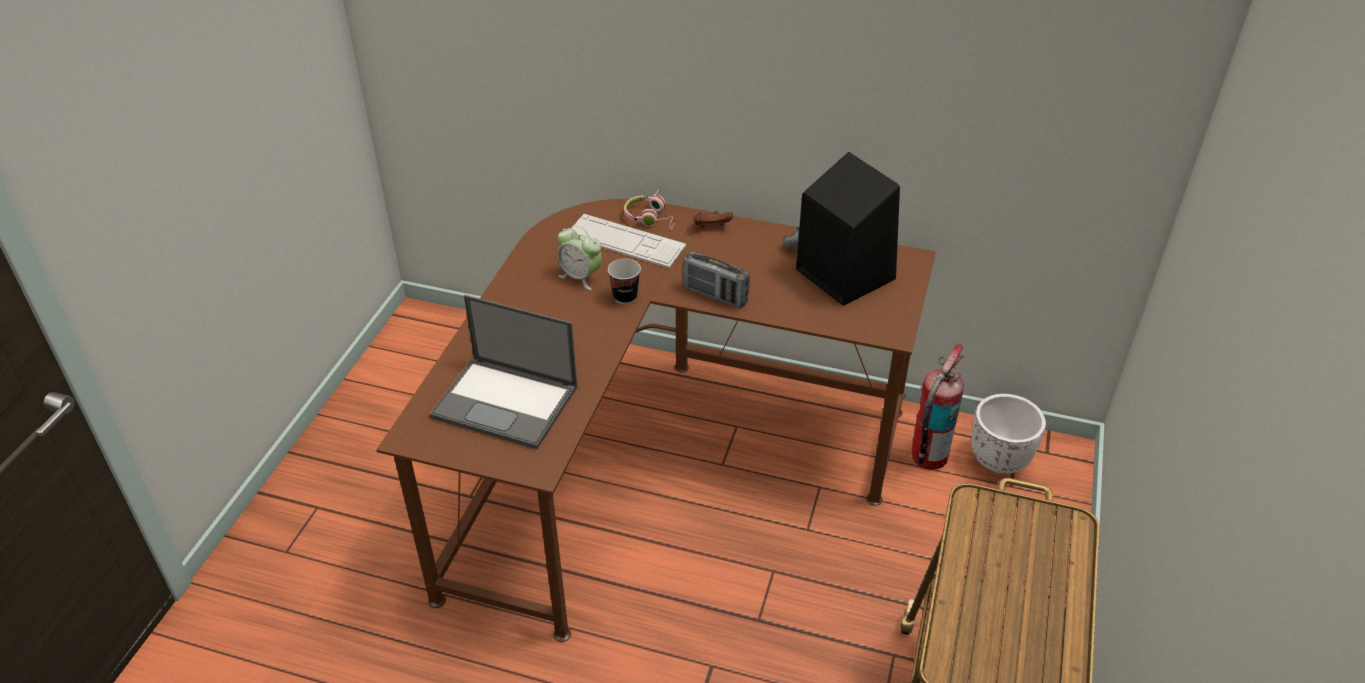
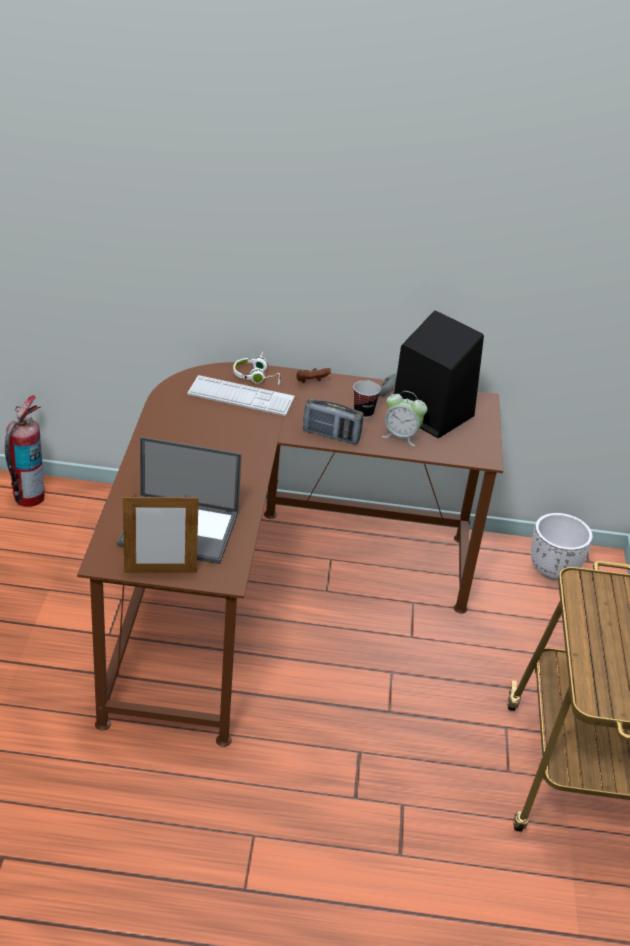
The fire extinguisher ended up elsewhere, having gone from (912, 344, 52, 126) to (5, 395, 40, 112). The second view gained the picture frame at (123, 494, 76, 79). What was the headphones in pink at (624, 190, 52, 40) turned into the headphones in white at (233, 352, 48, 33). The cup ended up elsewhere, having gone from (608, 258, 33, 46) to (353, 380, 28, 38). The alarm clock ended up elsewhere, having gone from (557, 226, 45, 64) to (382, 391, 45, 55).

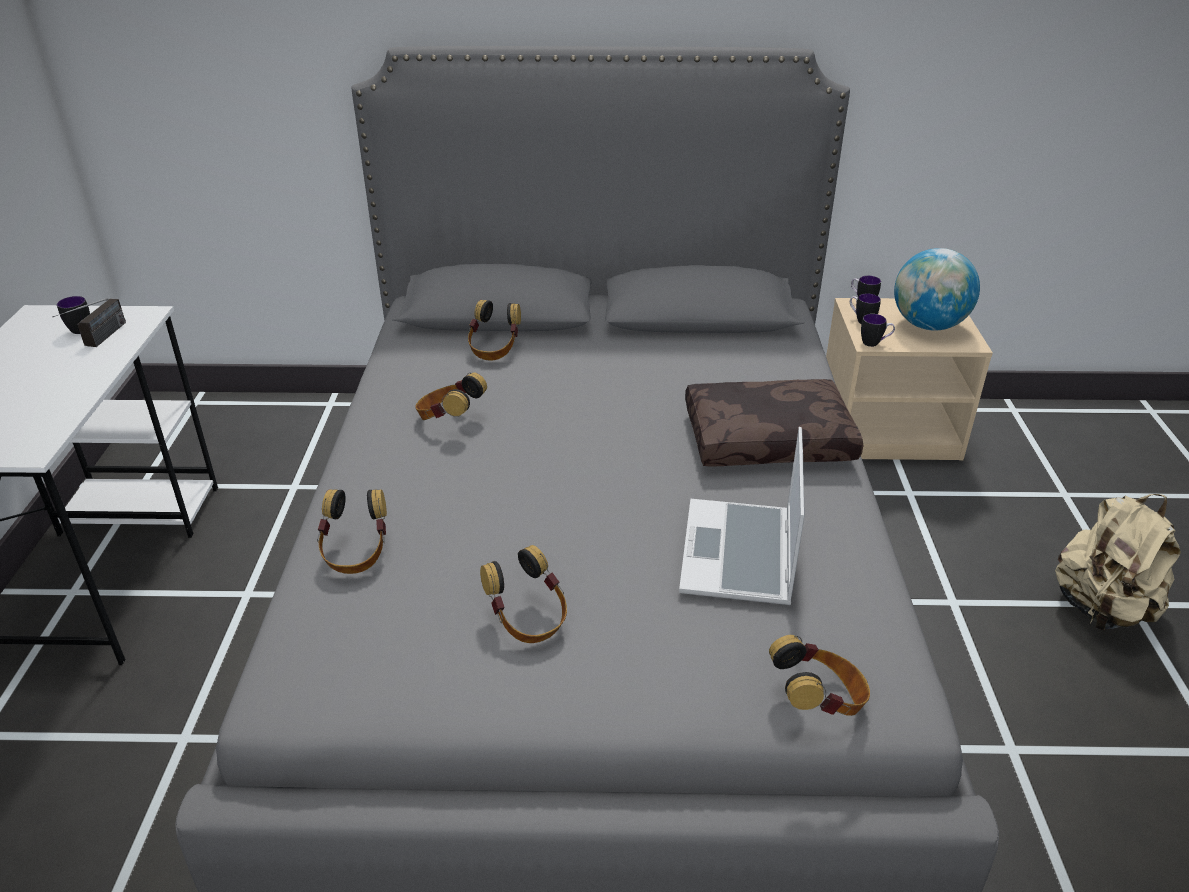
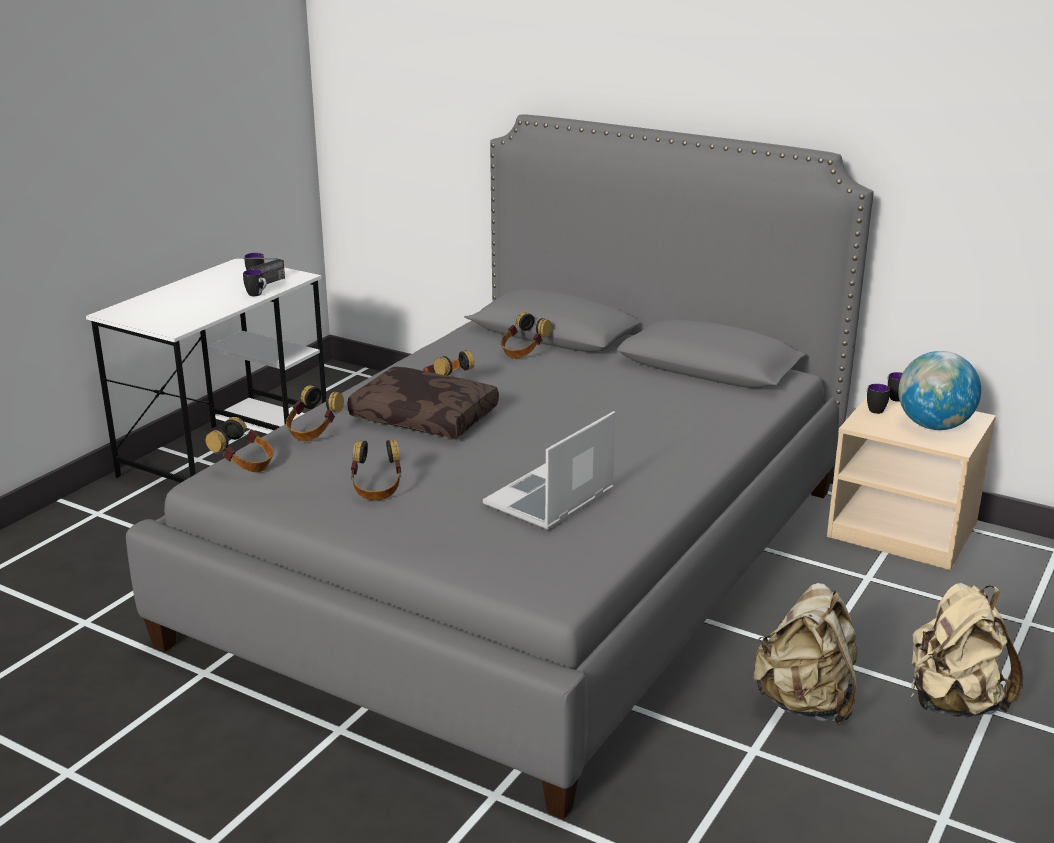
The headphones ended up elsewhere, having gone from (769, 635, 101, 81) to (206, 417, 68, 55). The mug ended up elsewhere, having gone from (861, 314, 34, 33) to (243, 269, 24, 27). The pillow in brown ended up elsewhere, having gone from (685, 379, 178, 88) to (347, 367, 152, 71). The second view gained the backpack in beige at (753, 583, 104, 142).

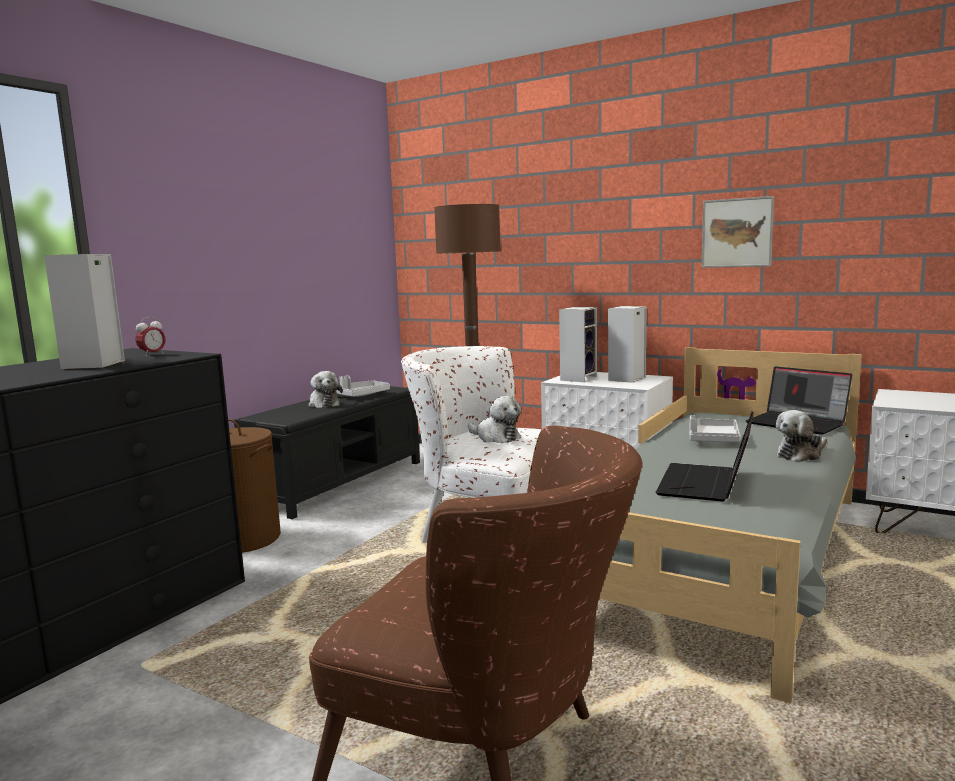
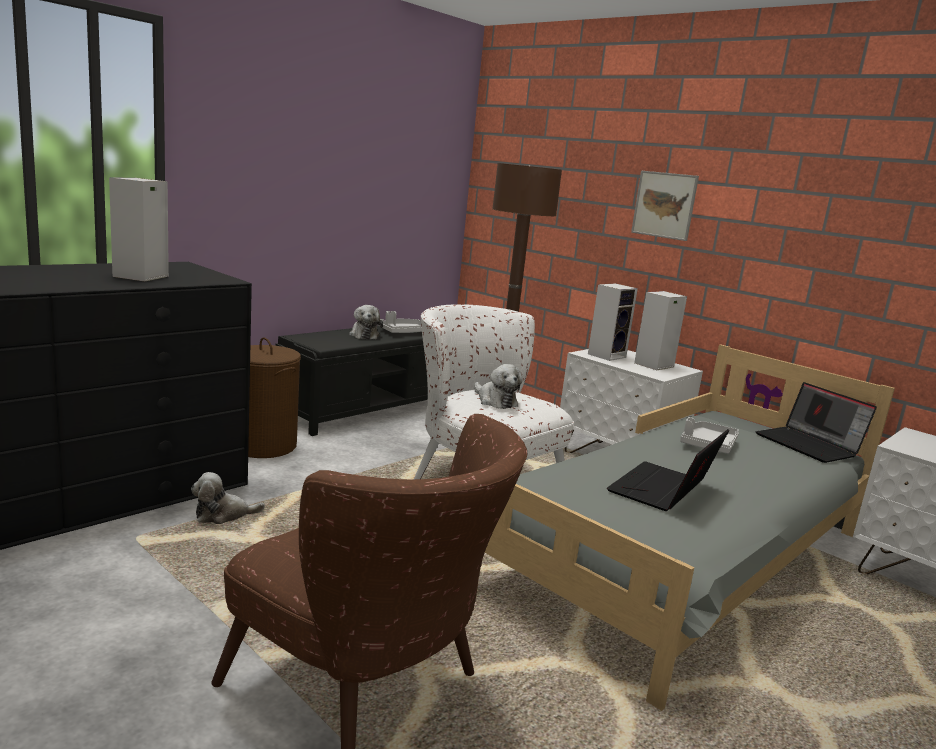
The plush toy ended up elsewhere, having gone from (776, 410, 51, 52) to (191, 472, 74, 52). The picture ended up elsewhere, having gone from (702, 196, 72, 72) to (631, 171, 68, 70). The second view lost the alarm clock at (136, 317, 30, 39).

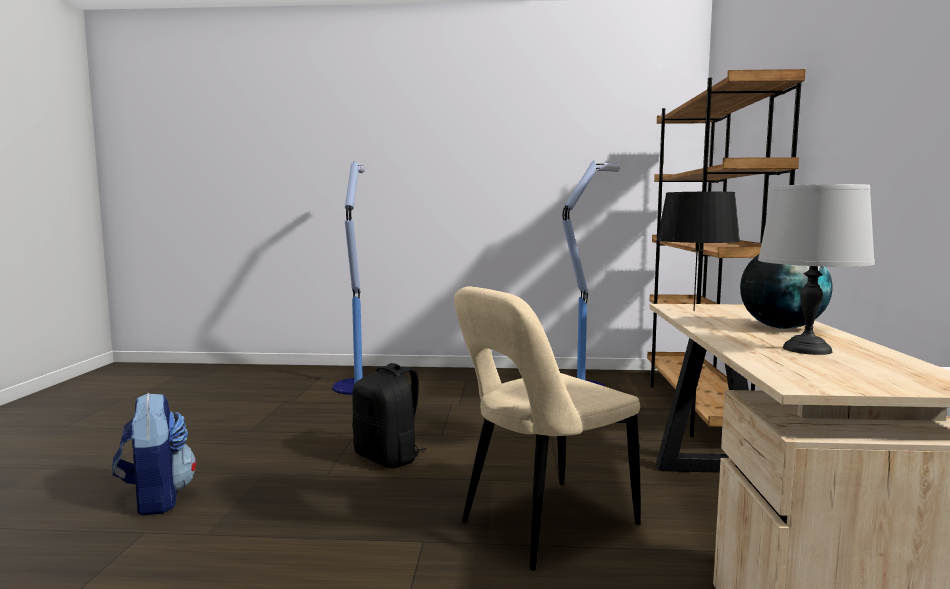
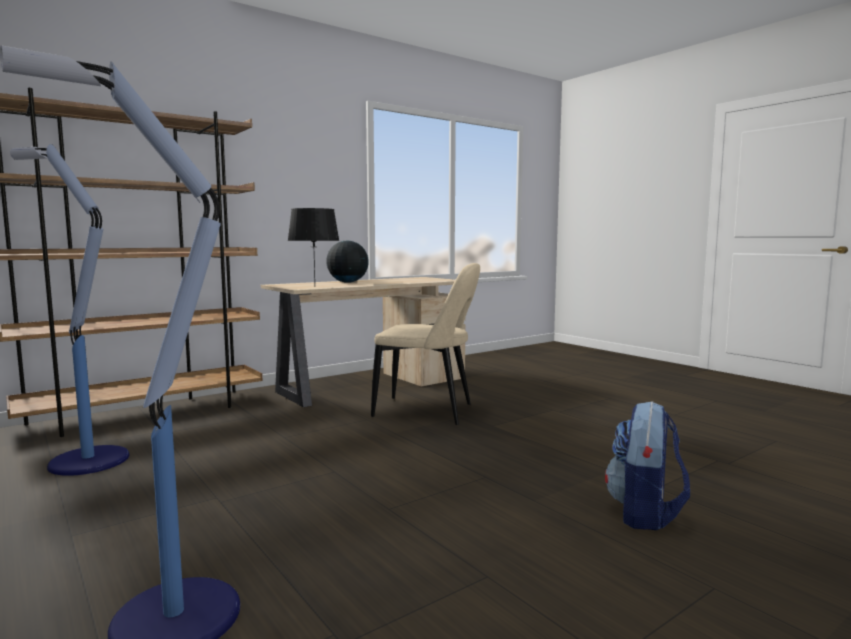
The second view lost the backpack in black at (352, 363, 75, 105). The second view lost the table lamp in grey at (758, 184, 117, 171).

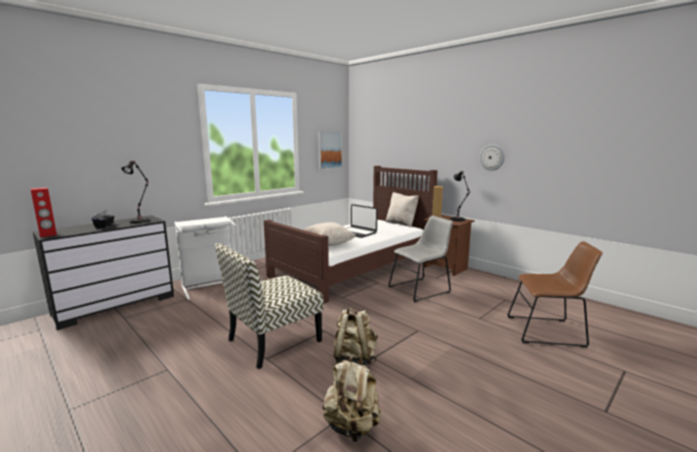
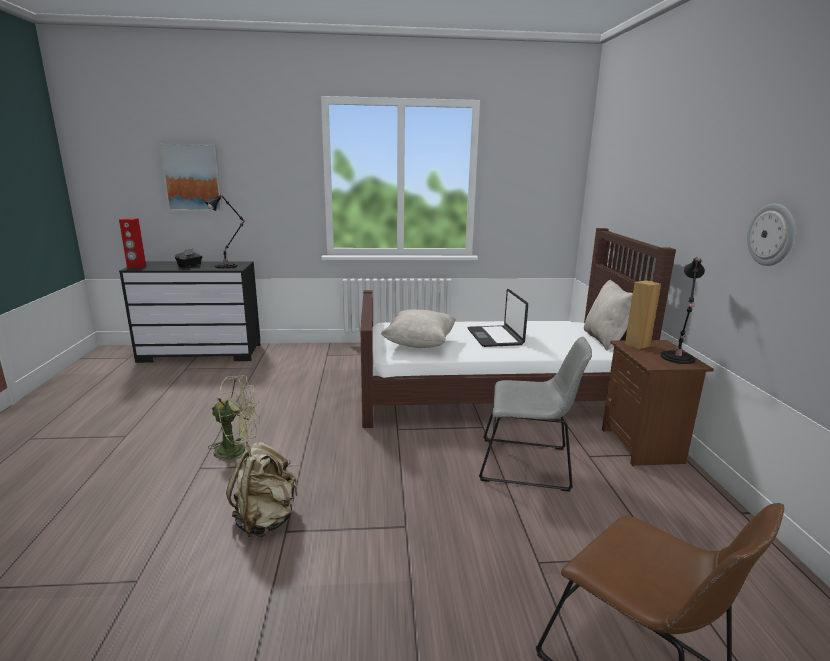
The picture ended up elsewhere, having gone from (318, 132, 24, 38) to (159, 143, 64, 68). Where the chair stood at (215, 243, 109, 126), the fan in green came to stand at (208, 375, 52, 92). The second view lost the laundry basket in white at (174, 216, 62, 84). The second view lost the backpack in beige at (323, 354, 58, 88).

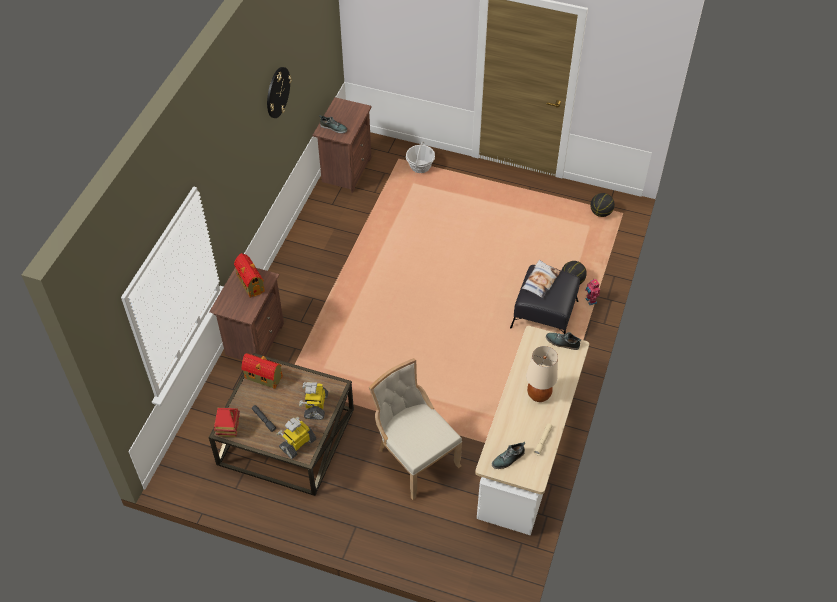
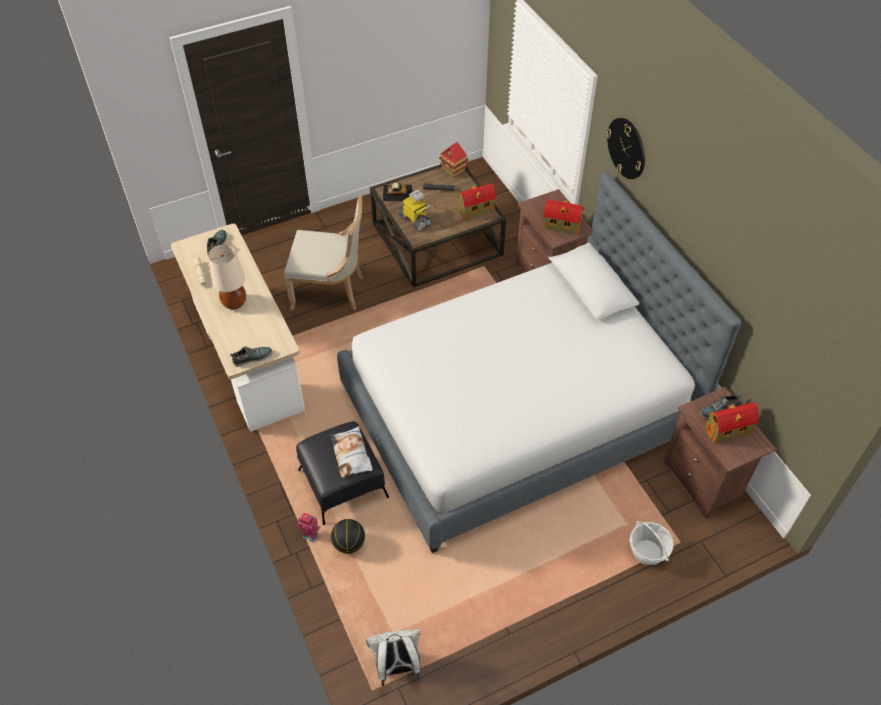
The second view gained the bed at (337, 172, 404, 381). Where the basketball stood at (590, 193, 25, 24), the backpack in white came to stand at (366, 629, 55, 57). Where the toy robot stood at (277, 417, 39, 42), the toy car came to stand at (383, 183, 29, 18). The wall clock ended up elsewhere, having gone from (267, 67, 25, 51) to (606, 118, 39, 61). The second view gained the toy house at (705, 403, 54, 40).

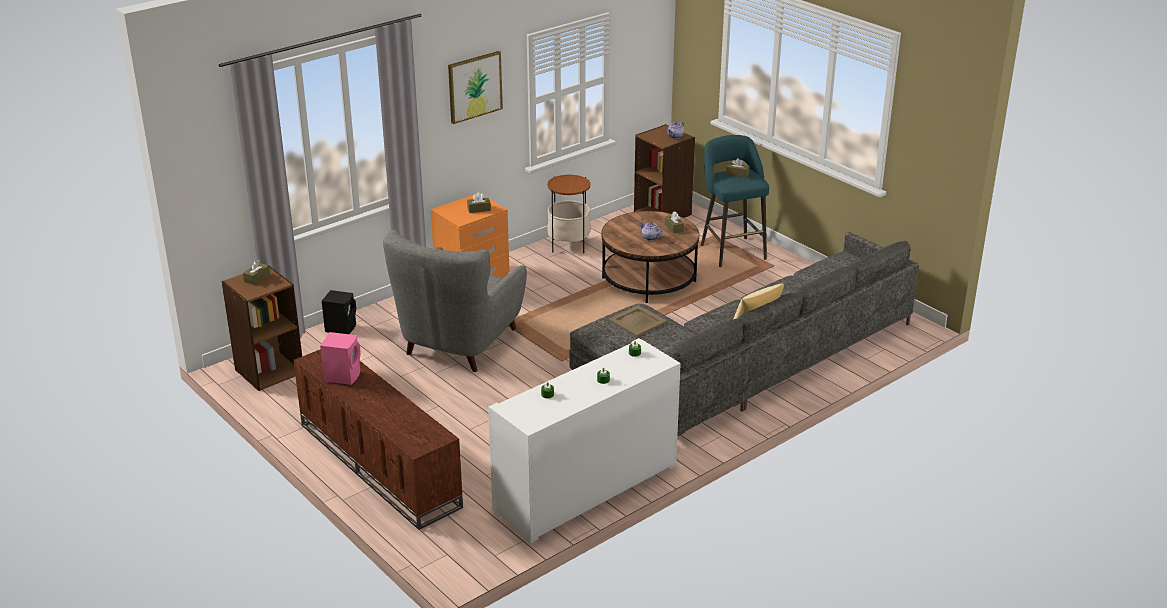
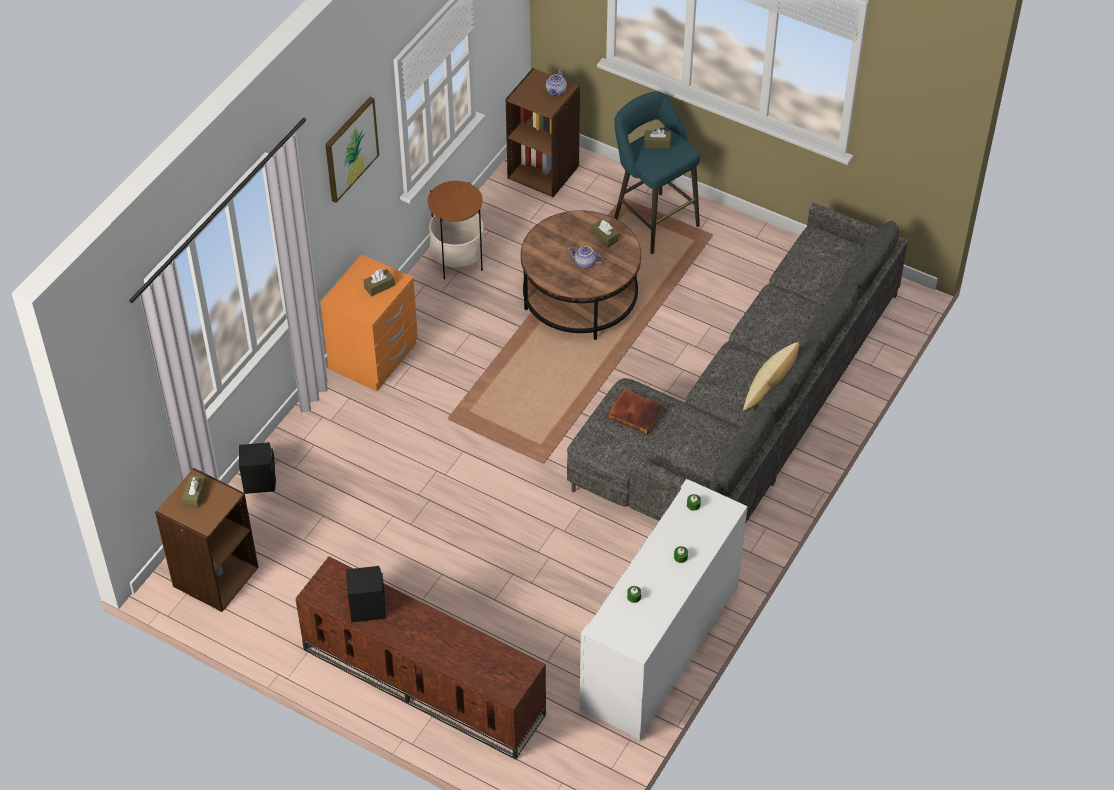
What was the speaker in pink at (320, 332, 41, 53) turned into the speaker in black at (346, 566, 40, 56). Where the tray in beige stood at (609, 305, 58, 32), the book came to stand at (607, 389, 58, 46). The second view lost the armchair in grey at (383, 230, 144, 142).

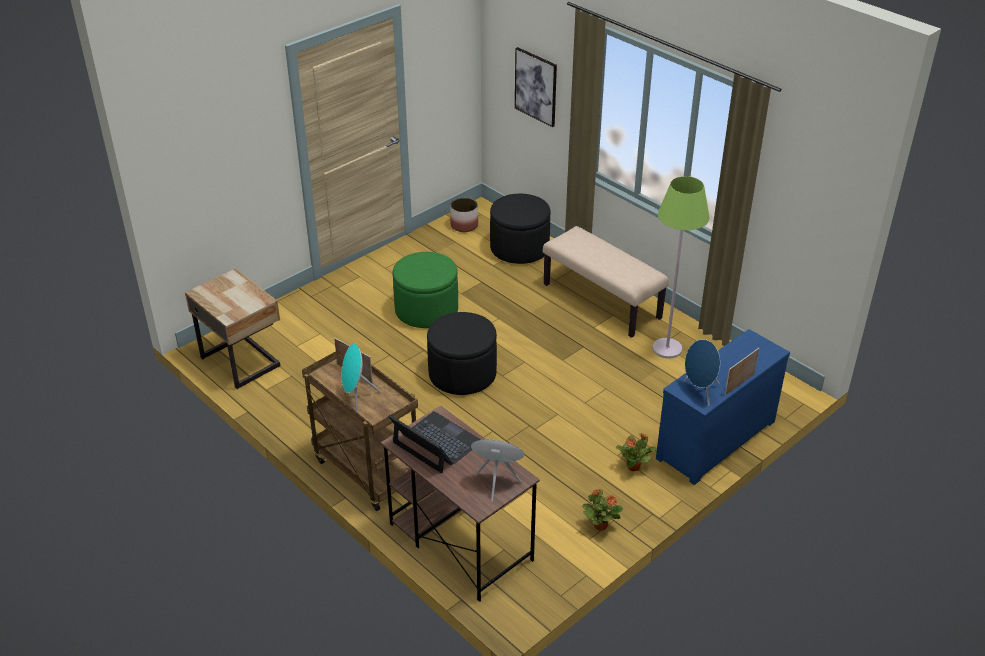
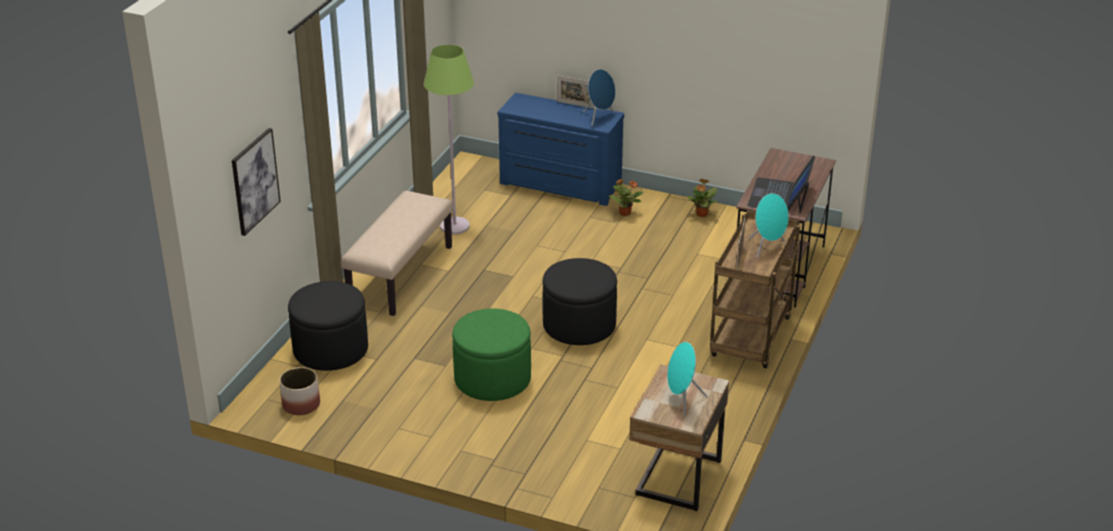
The speaker in turquoise ended up elsewhere, having gone from (471, 439, 53, 63) to (667, 342, 41, 75).

